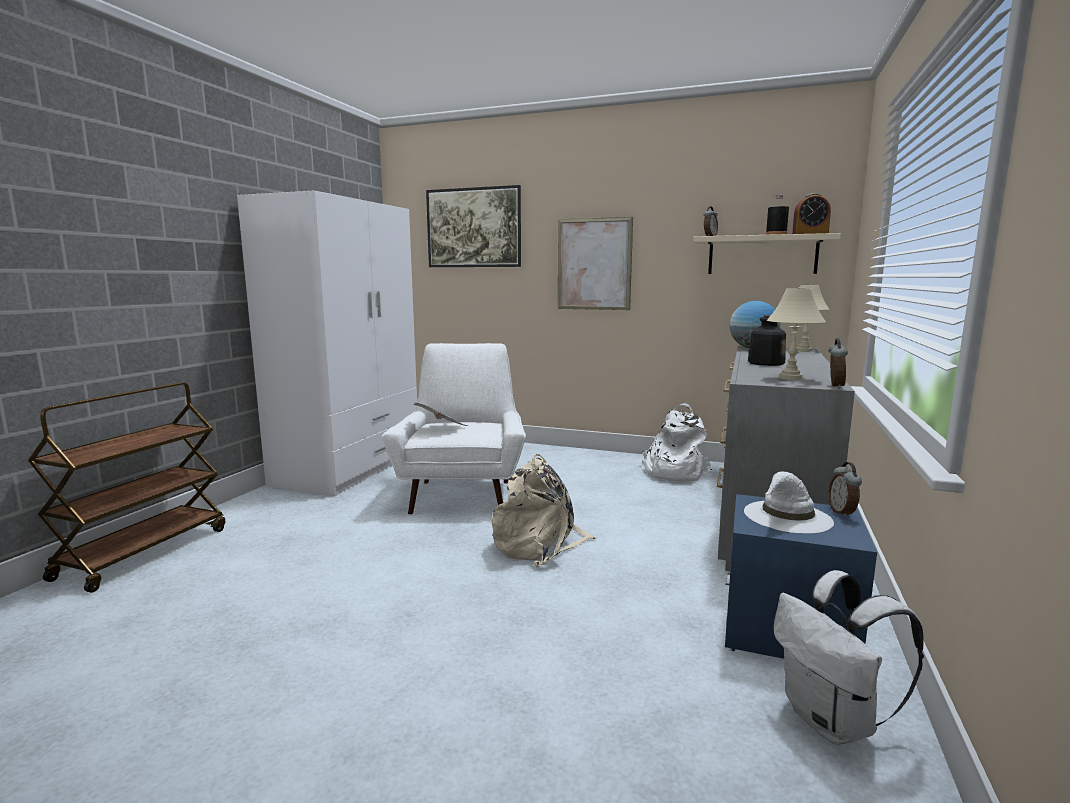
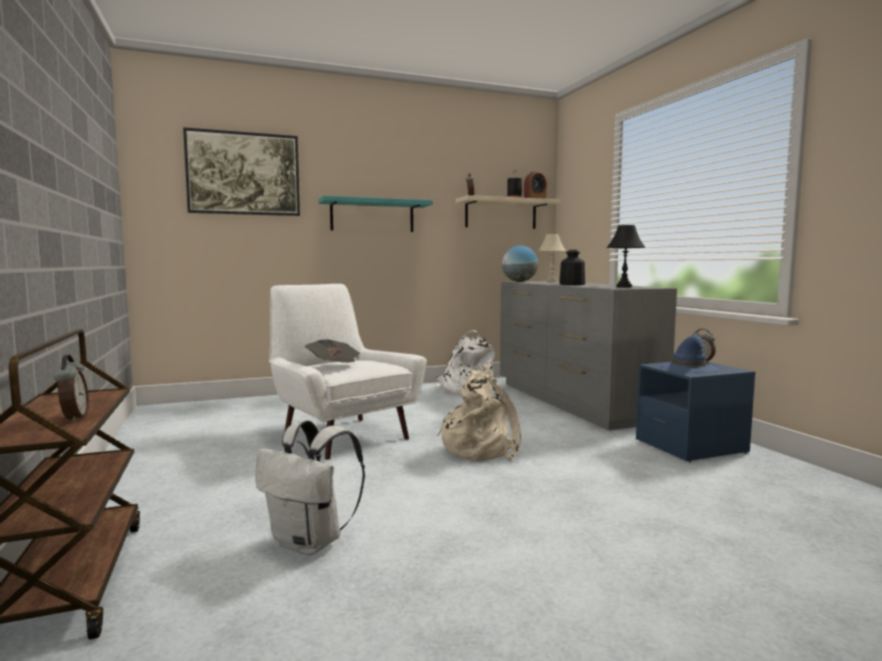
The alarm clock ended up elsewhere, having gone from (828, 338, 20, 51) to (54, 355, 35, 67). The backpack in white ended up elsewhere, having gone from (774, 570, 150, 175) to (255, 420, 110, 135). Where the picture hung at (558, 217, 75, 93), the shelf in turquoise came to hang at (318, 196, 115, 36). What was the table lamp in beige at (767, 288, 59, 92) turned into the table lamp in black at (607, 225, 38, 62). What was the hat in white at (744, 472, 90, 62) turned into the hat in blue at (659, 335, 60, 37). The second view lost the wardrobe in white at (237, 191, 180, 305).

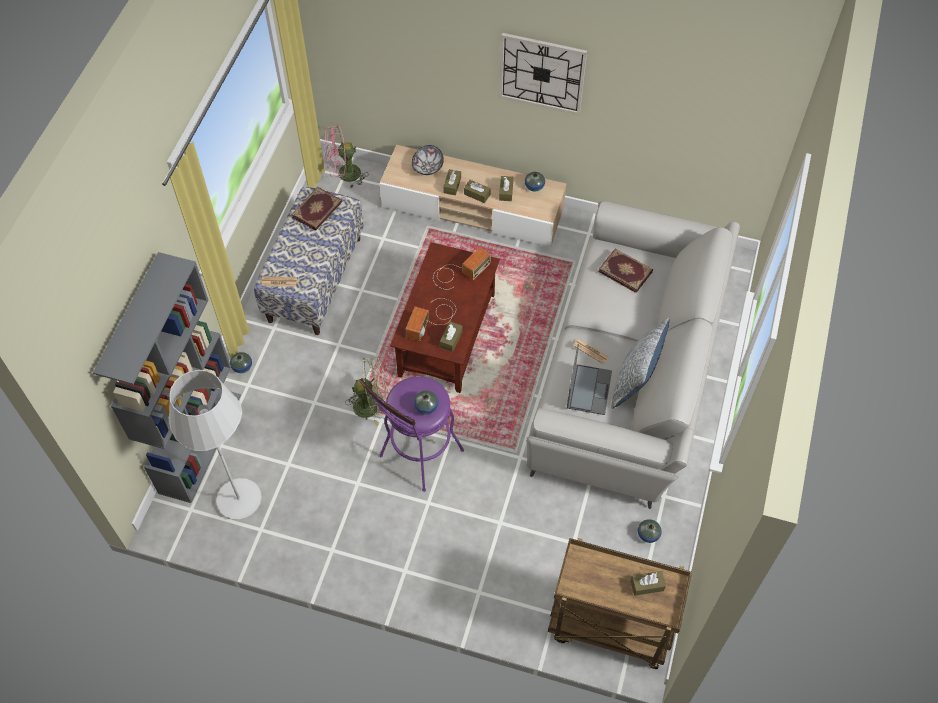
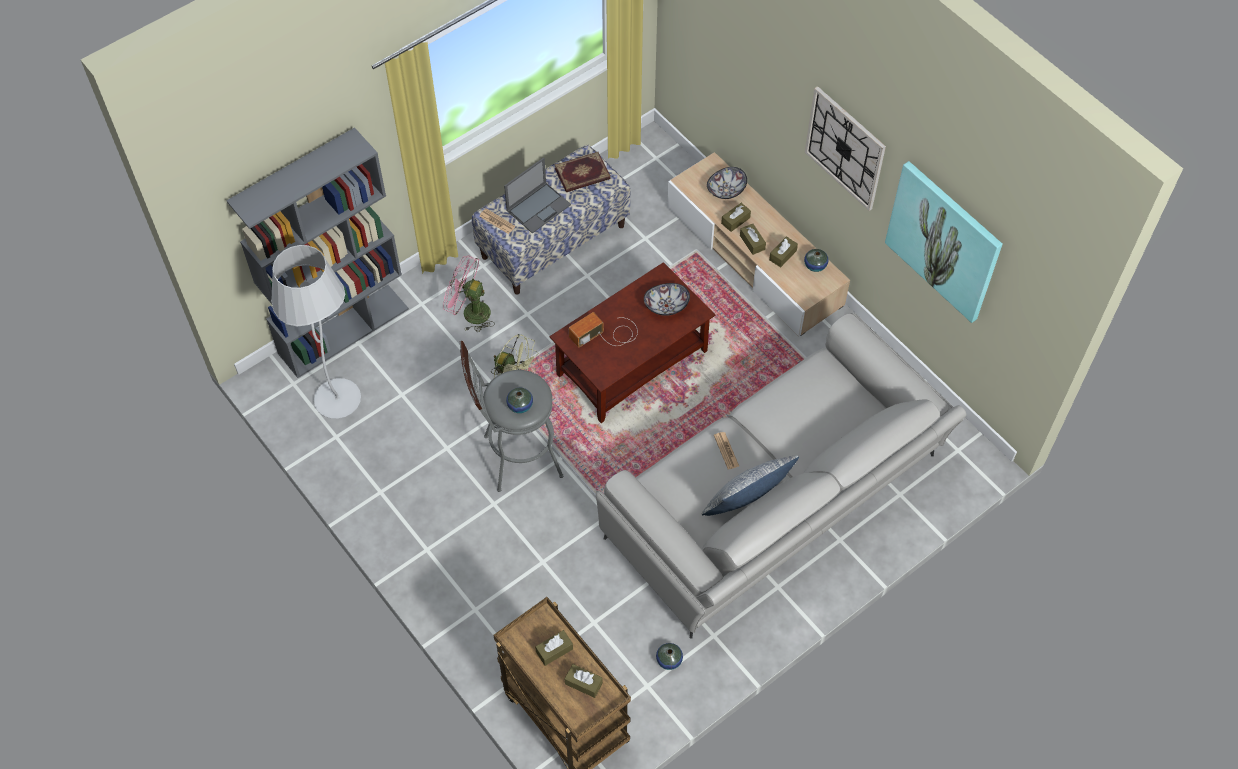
The fan in pink ended up elsewhere, having gone from (324, 125, 45, 63) to (443, 255, 52, 77). What was the stool in purple at (359, 376, 105, 116) turned into the stool in grey at (460, 341, 103, 151). The laptop ended up elsewhere, having gone from (567, 344, 45, 71) to (504, 157, 67, 76). The tissue box in brown ended up elsewhere, having gone from (440, 321, 23, 31) to (535, 630, 38, 36). Where the radio stood at (433, 247, 58, 43), the bowl came to stand at (644, 283, 46, 33). The second view gained the picture at (885, 161, 117, 162). The second view lost the vase at (230, 352, 22, 21). The second view lost the book at (598, 249, 55, 44).

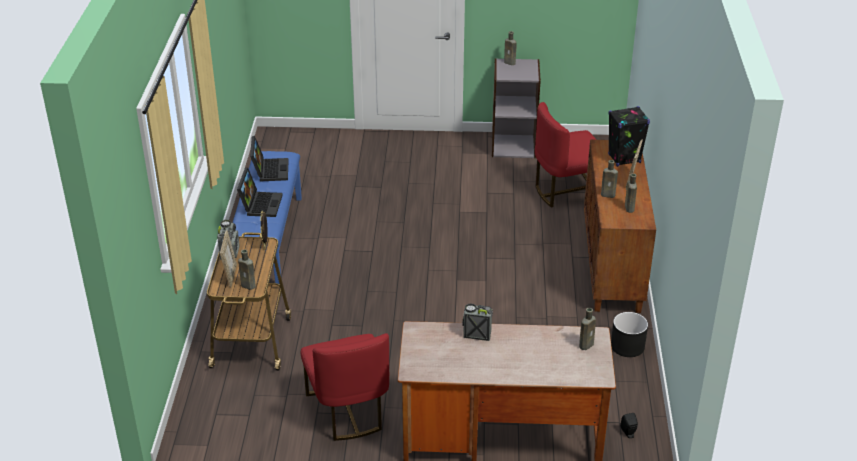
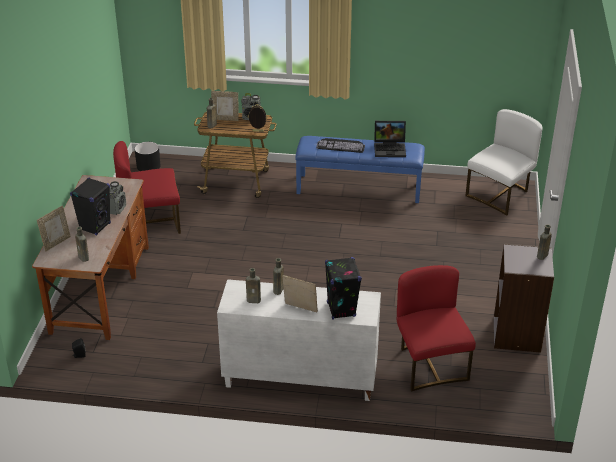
The second view gained the picture frame at (37, 206, 34, 45). The second view gained the speaker in black at (70, 178, 41, 57). The planter in black ended up elsewhere, having gone from (611, 312, 37, 45) to (135, 142, 26, 29). What was the cabinet in brown at (584, 140, 72, 173) turned into the cabinet in white at (217, 279, 164, 122). Where the laptop stood at (237, 167, 46, 50), the keyboard came to stand at (316, 138, 49, 15). The second view gained the chair in white at (466, 109, 76, 107).

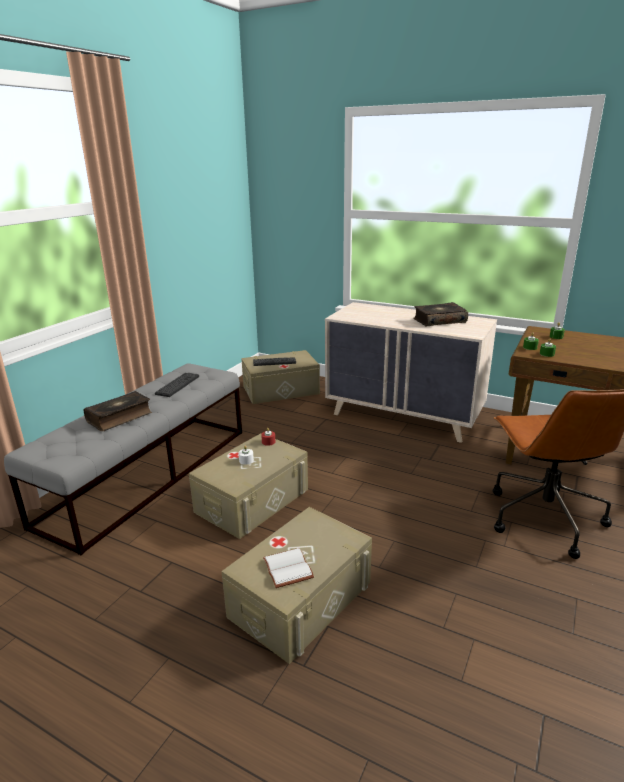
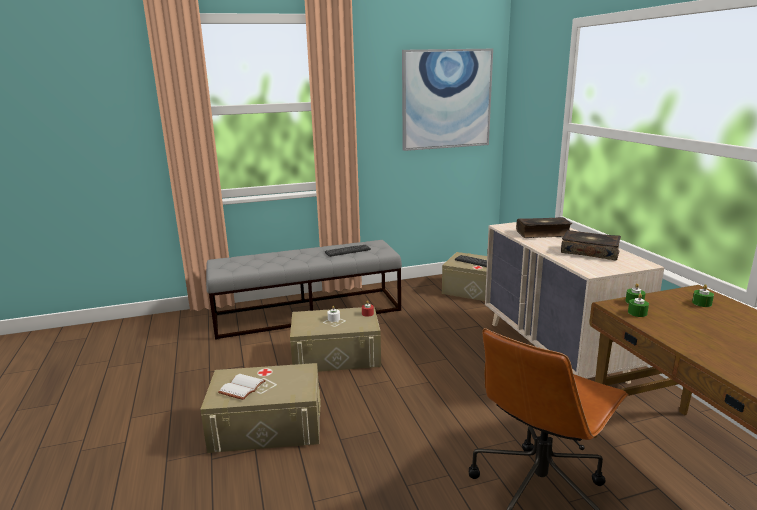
The second view gained the picture at (402, 49, 91, 102). The book ended up elsewhere, having gone from (84, 391, 68, 40) to (516, 217, 56, 21).

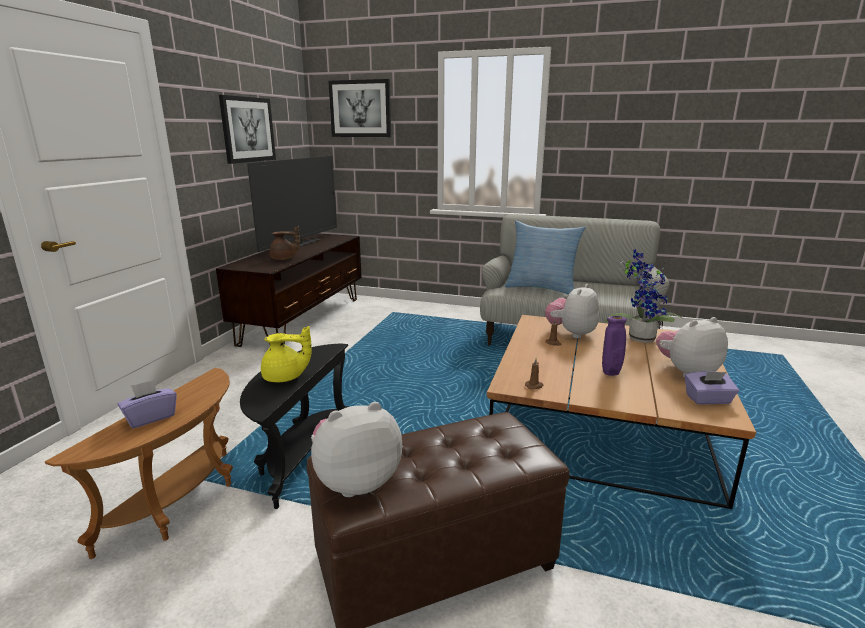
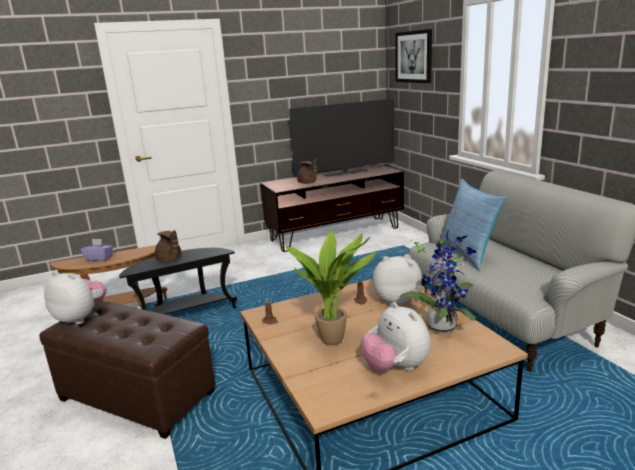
What was the teapot in yellow at (261, 326, 51, 56) turned into the teapot in brown at (155, 230, 27, 32). Where the vase in purple stood at (602, 316, 25, 60), the potted plant came to stand at (286, 231, 90, 114). The plush toy at (656, 317, 72, 61) ended up facing another way, 150 degrees counterclockwise from before. The second view lost the picture at (219, 95, 57, 69). The second view lost the tissue box in purple at (685, 371, 54, 34).

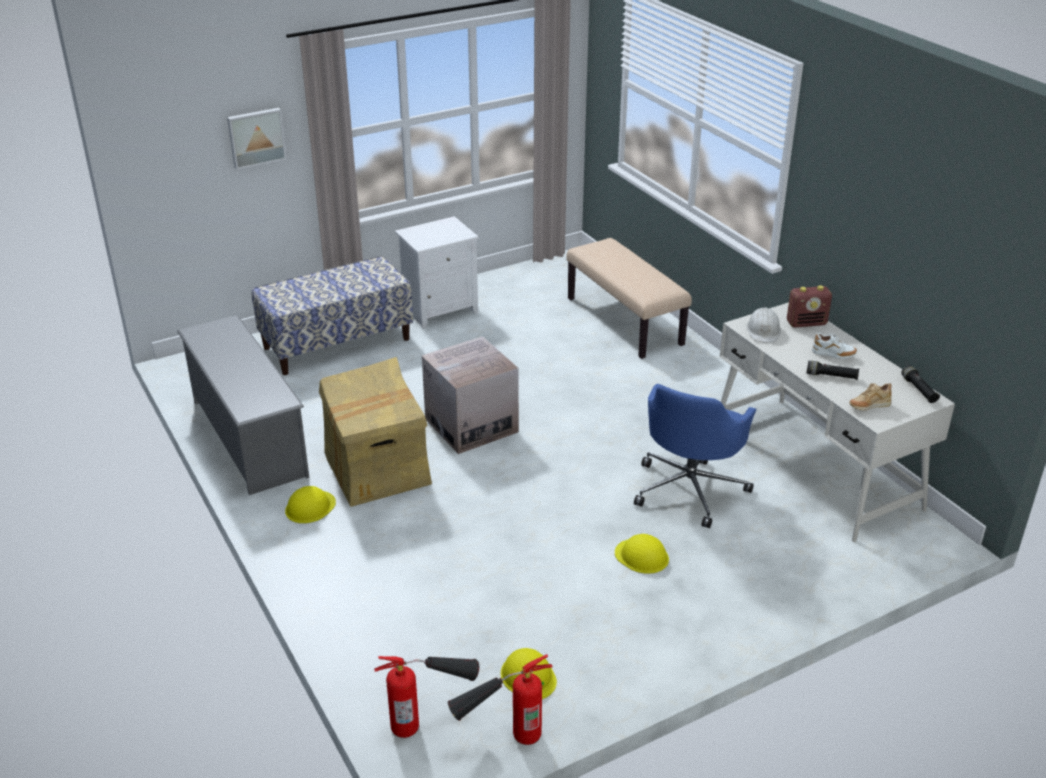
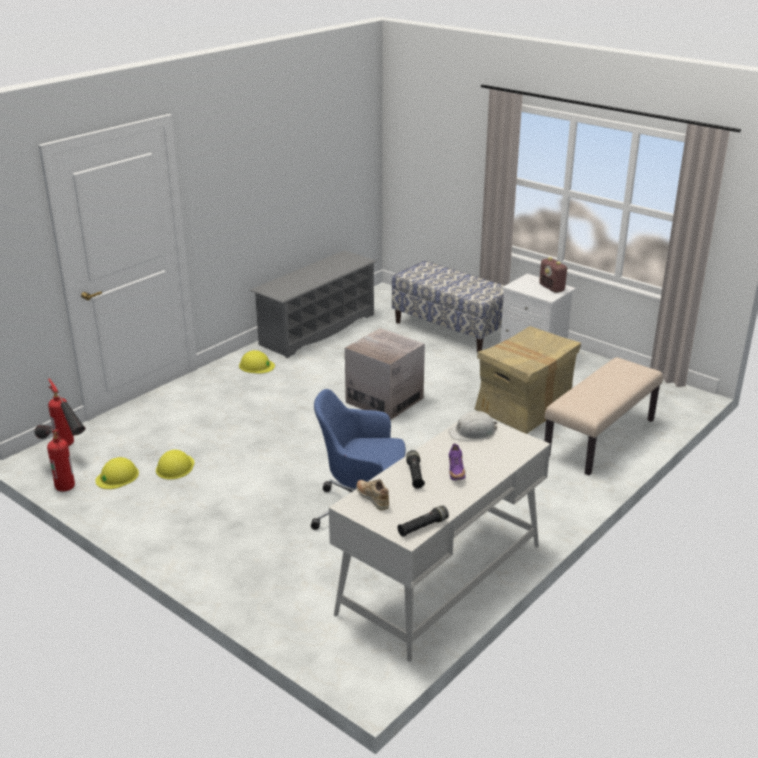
The hard hat in yellow ended up elsewhere, having gone from (615, 534, 54, 40) to (156, 450, 38, 30). What was the shoe in white at (812, 333, 45, 26) turned into the shoe in purple at (449, 443, 17, 37). The cardboard box ended up elsewhere, having gone from (319, 357, 113, 150) to (475, 326, 106, 108). The radio ended up elsewhere, having gone from (787, 285, 45, 43) to (539, 257, 29, 36). The second view lost the picture at (227, 108, 60, 62).

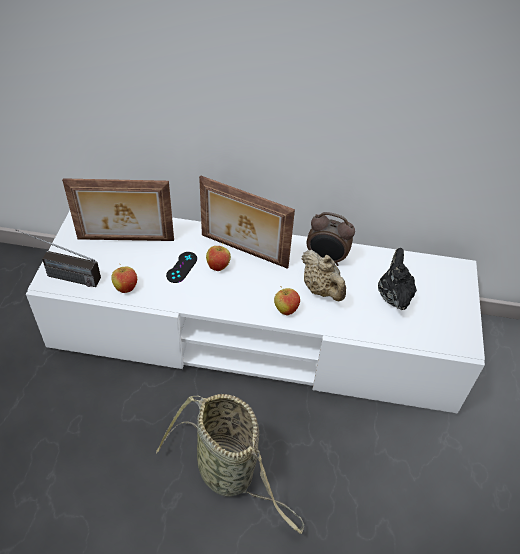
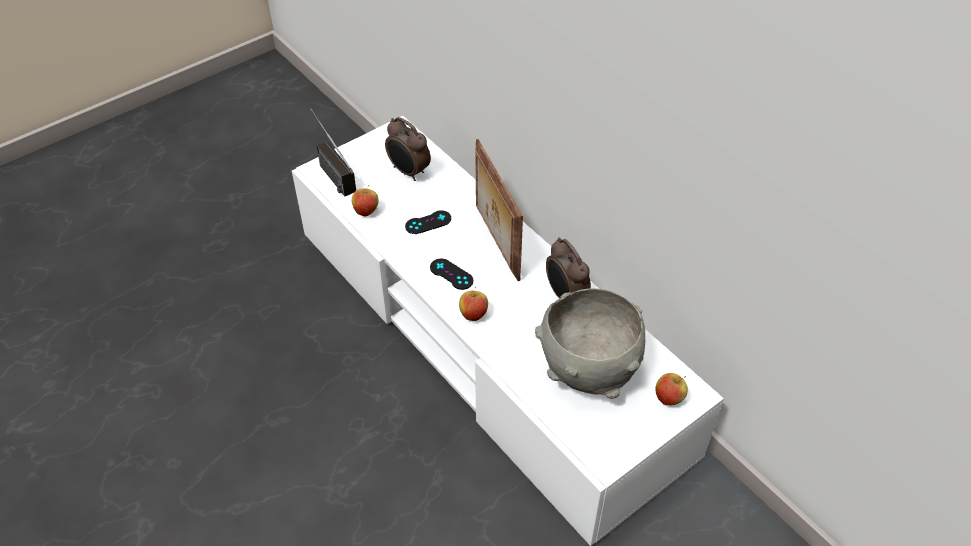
Where the picture frame stood at (62, 178, 112, 63), the alarm clock came to stand at (385, 117, 46, 64). The second view gained the game controller in black at (430, 259, 43, 31). Where the teapot in black stood at (378, 248, 39, 62), the bowl in grey came to stand at (535, 288, 110, 111). The apple ended up elsewhere, having gone from (206, 243, 25, 28) to (655, 373, 33, 33). The second view lost the basket at (156, 394, 149, 140). The second view lost the teapot in beige at (302, 250, 44, 51).

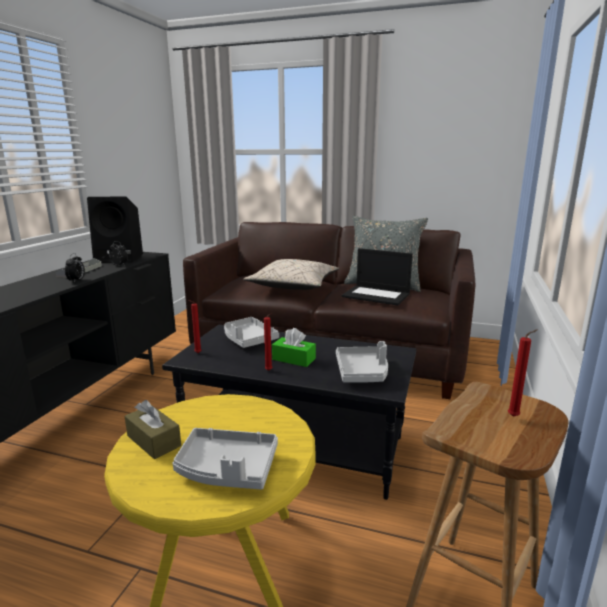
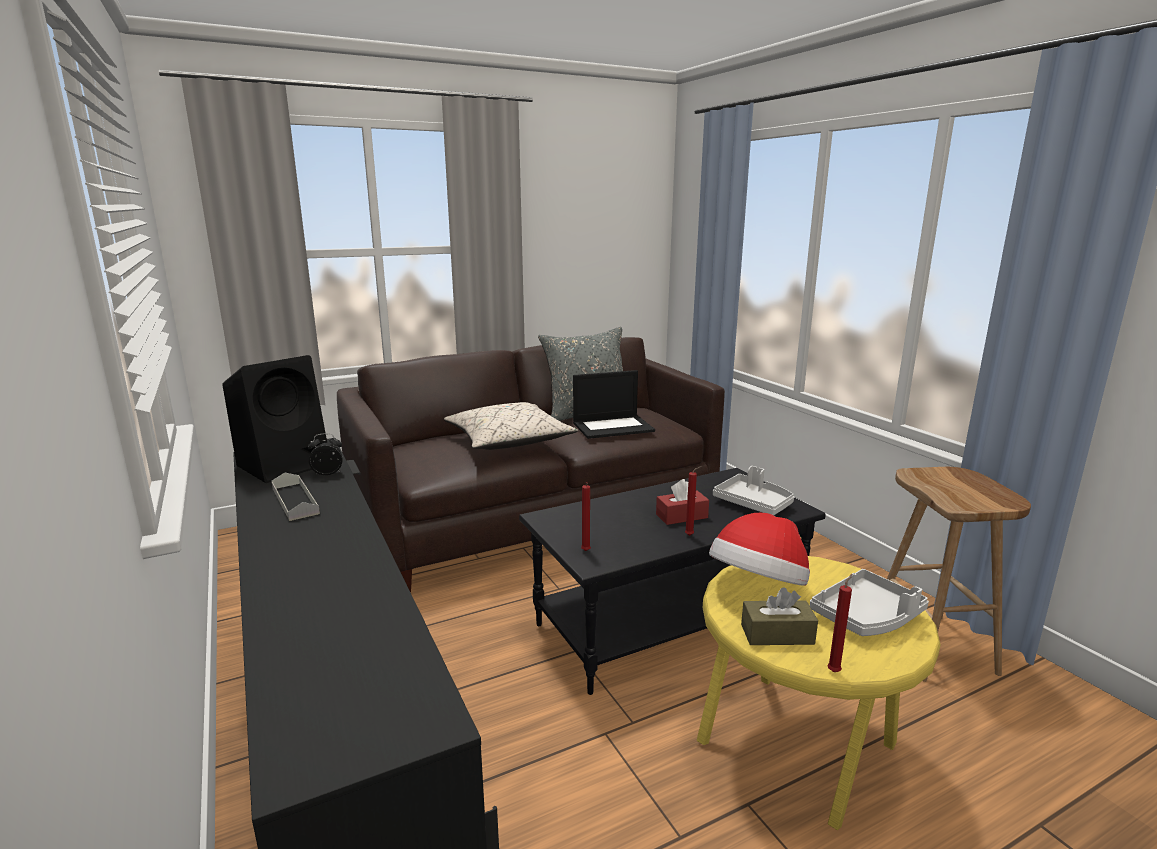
What was the tissue box in green at (272, 328, 44, 39) turned into the tissue box in red at (656, 479, 53, 46). The second view gained the hat at (709, 513, 101, 73). The candle in red ended up elsewhere, having gone from (508, 330, 29, 87) to (827, 574, 25, 98). The second view lost the alarm clock at (65, 253, 20, 30). The second view lost the tray in grey at (224, 317, 55, 31).

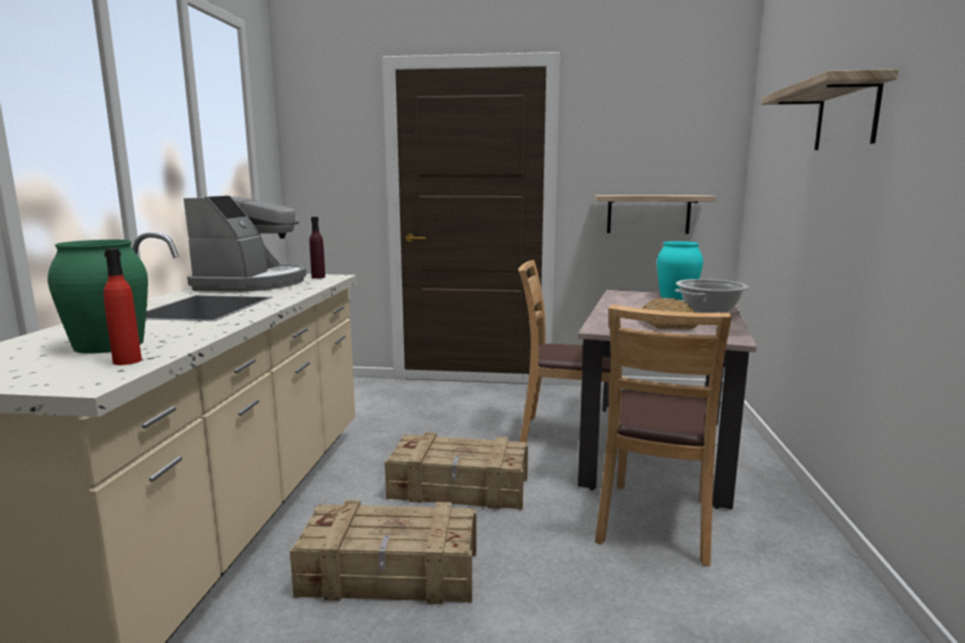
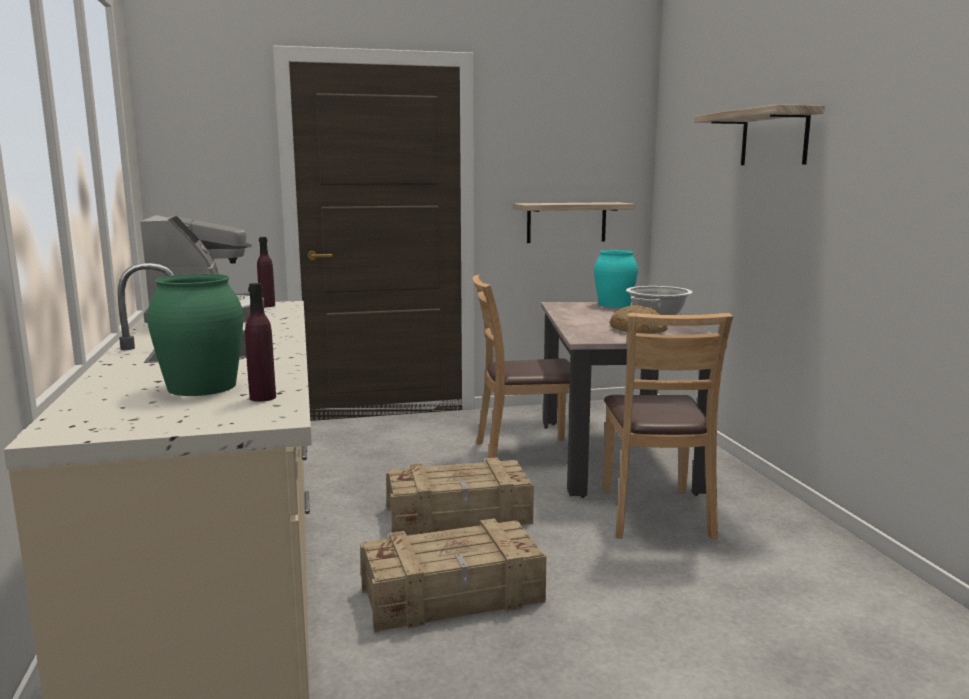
What was the bottle in red at (103, 248, 39, 117) turned into the bottle in purple at (245, 283, 31, 119).

